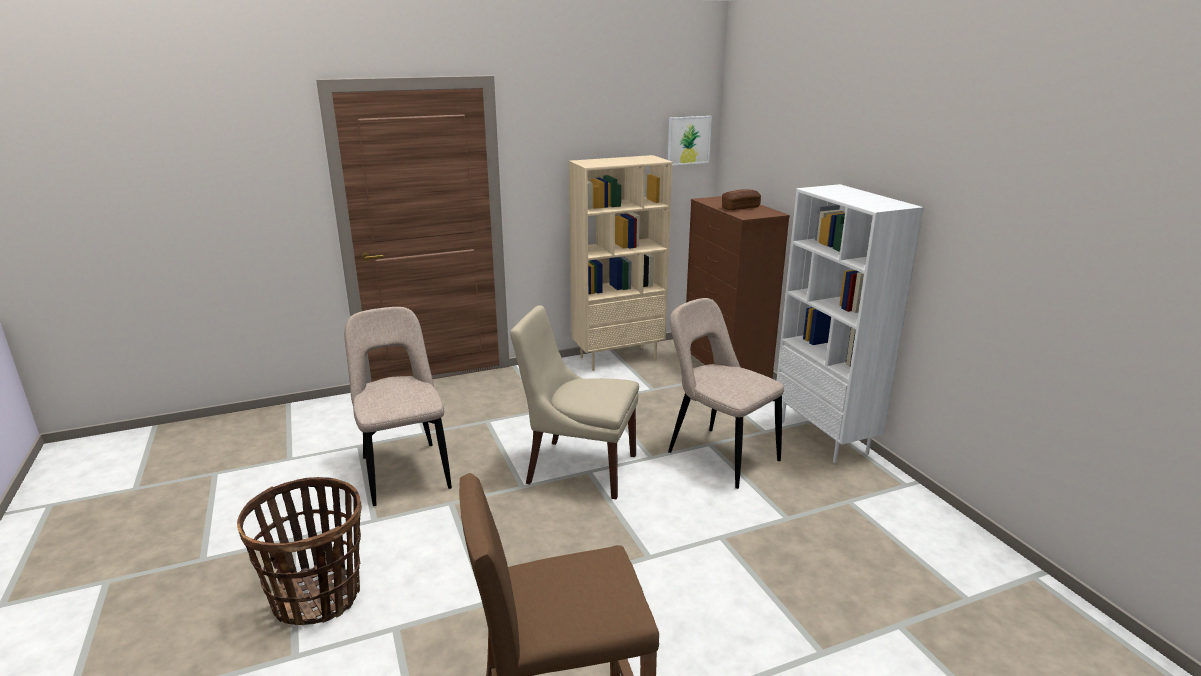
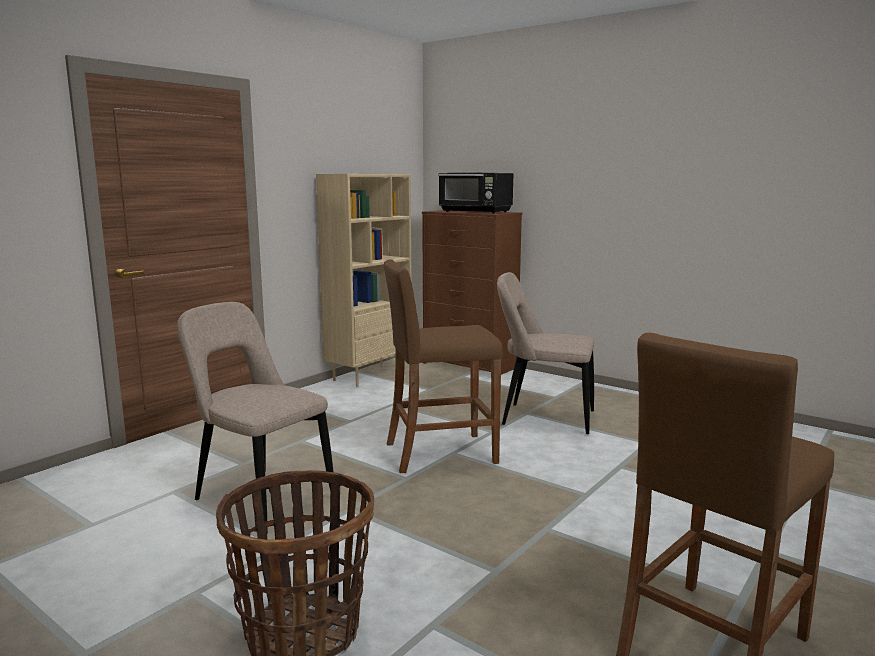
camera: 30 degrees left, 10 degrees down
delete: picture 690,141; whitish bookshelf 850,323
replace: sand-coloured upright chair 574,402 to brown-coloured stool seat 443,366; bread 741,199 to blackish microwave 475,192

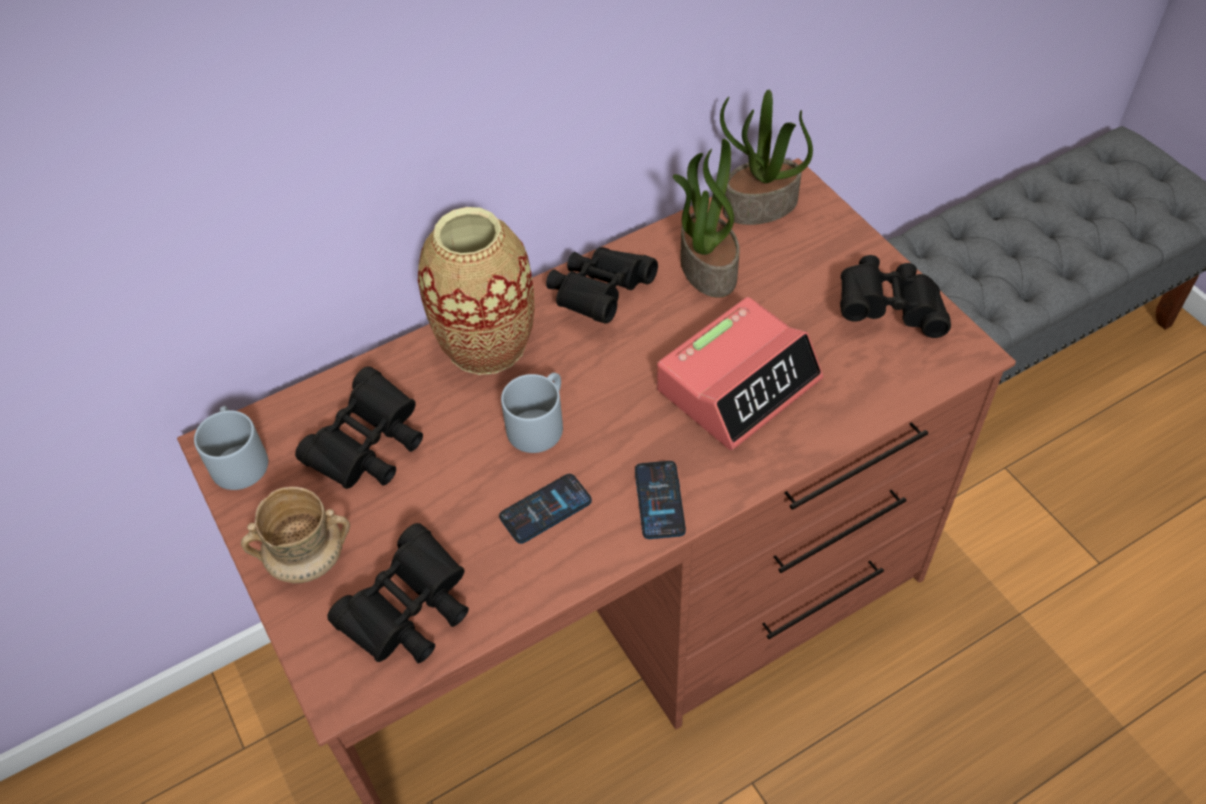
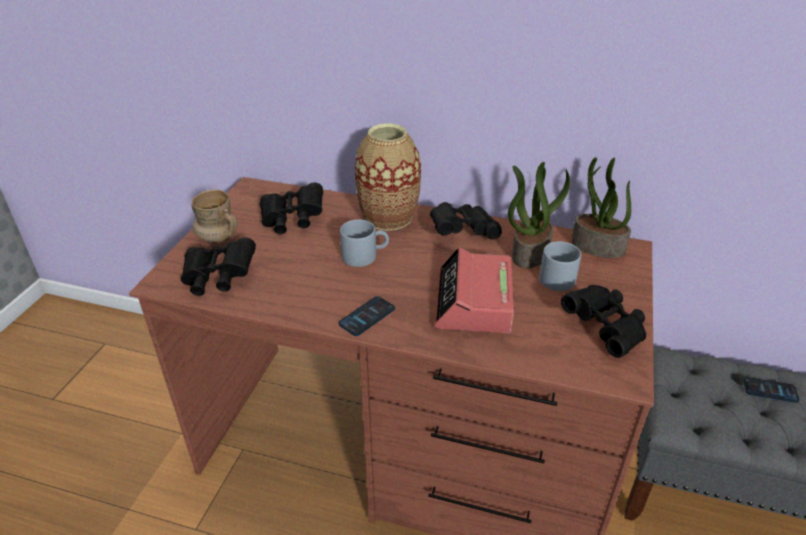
camera: 45 degrees right, 15 degrees down
move: gray mug 231,448 to 560,266; phone 545,509 to 771,390
rotate: bedside clock 740,373 = 474,290 90 degrees clockwise

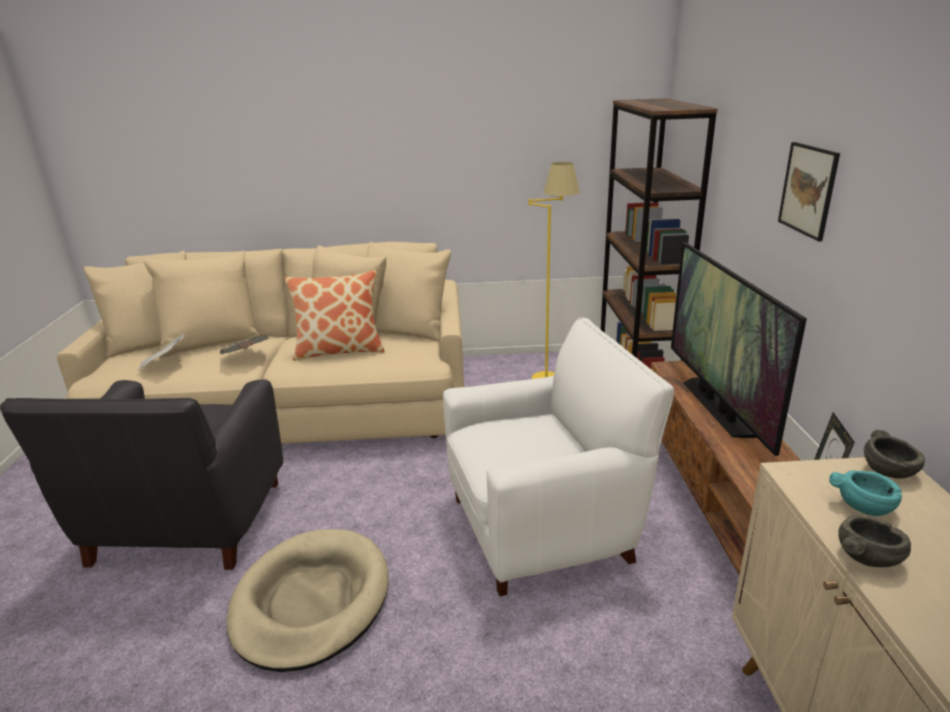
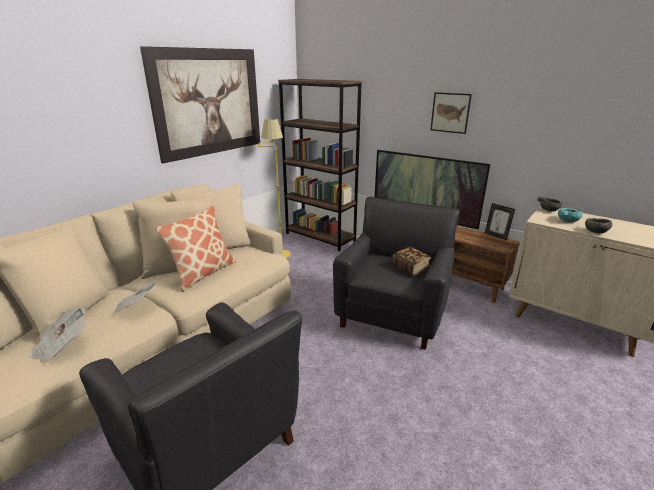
camera: 50 degrees left, 0 degrees up
delete: sand-coloured dog cushion 308,600
insert: picture 200,104; volume 411,261
recolor: whitish easy chair 558,457 to blackish easy chair 396,273

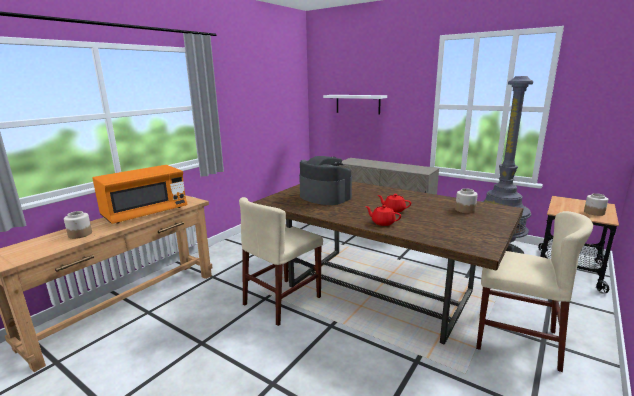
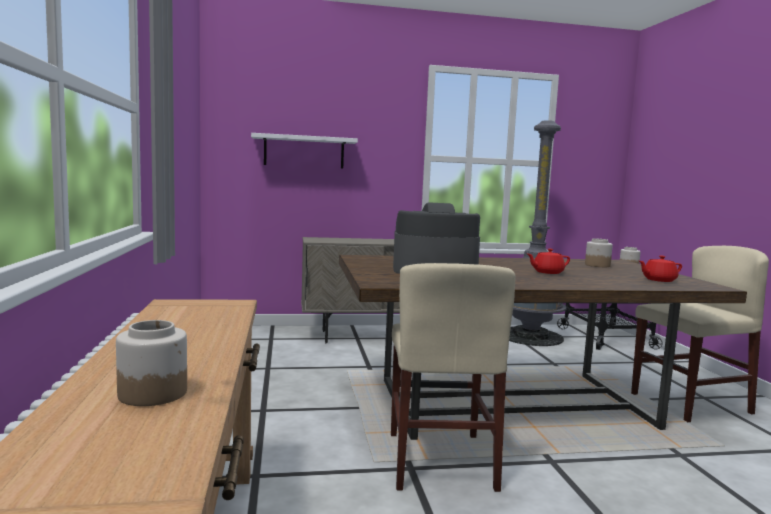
camera: 45 degrees left, 10 degrees down
delete: orange-coloured microwave 140,194
move: red-coloured pot for tea 383,215 to 660,269

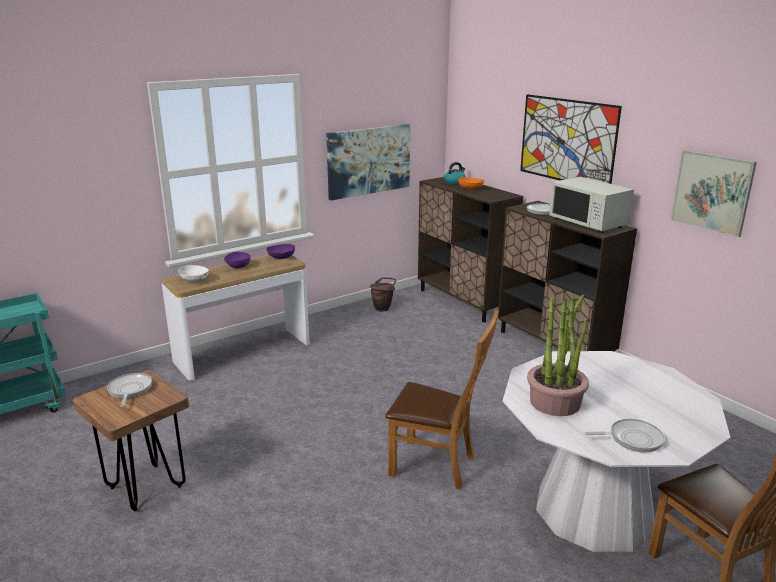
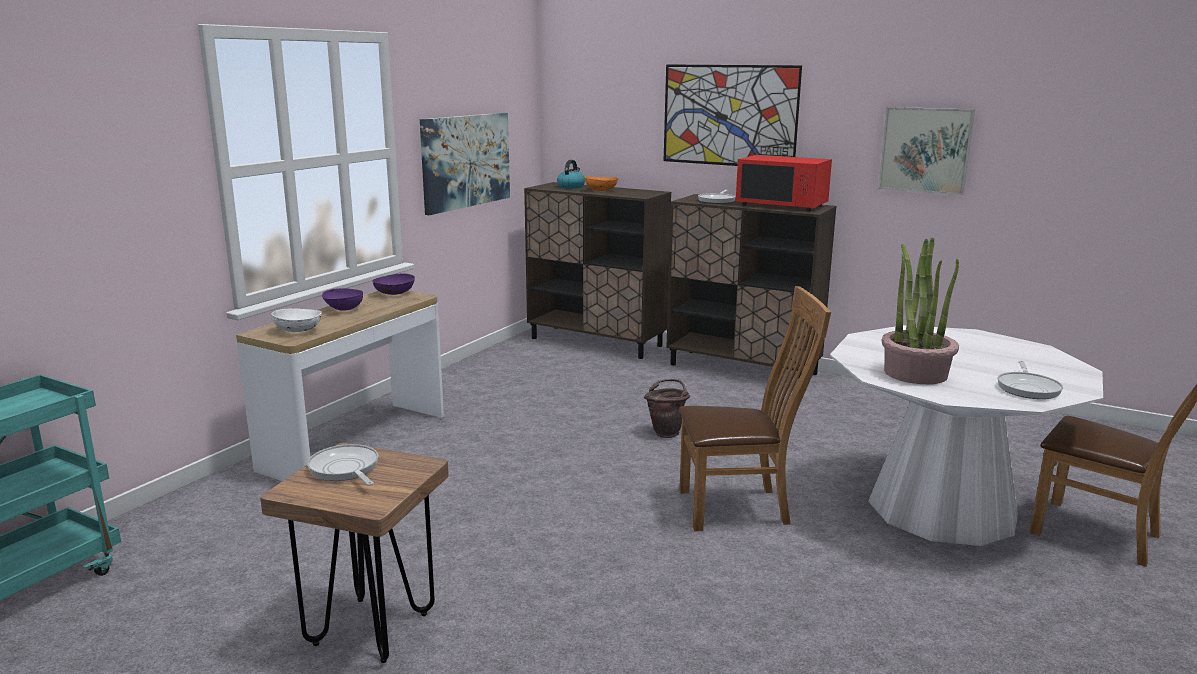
camera: 25 degrees left, 5 degrees down
move: brown-coloured water bucket 383,294 to 667,408
recolor: whitish microwave 591,205 to red-coloured microwave 784,183
rotate: skillet 625,436 = 1030,380 135 degrees clockwise

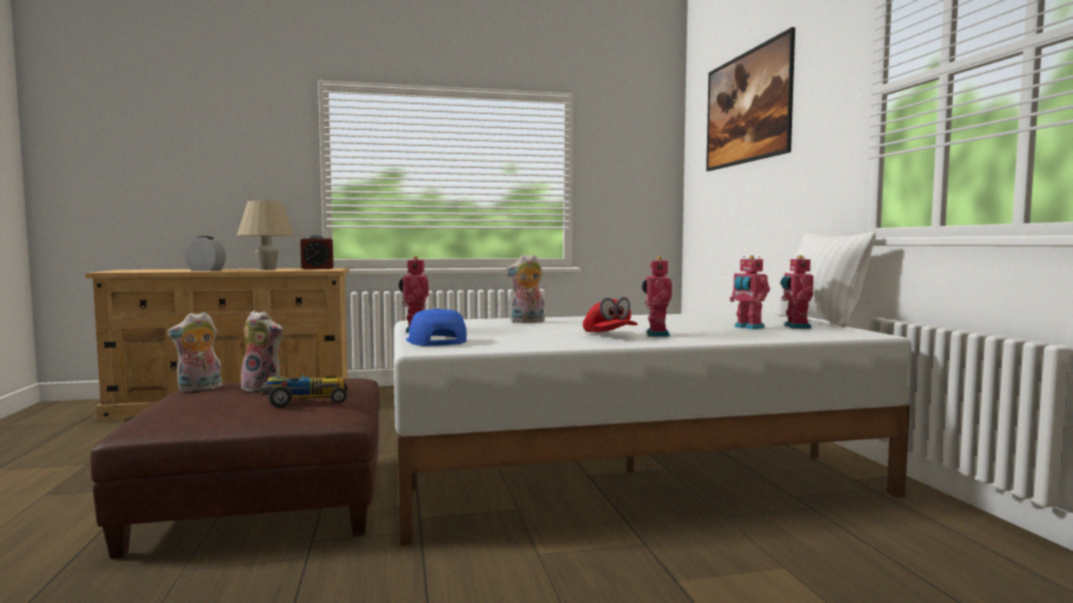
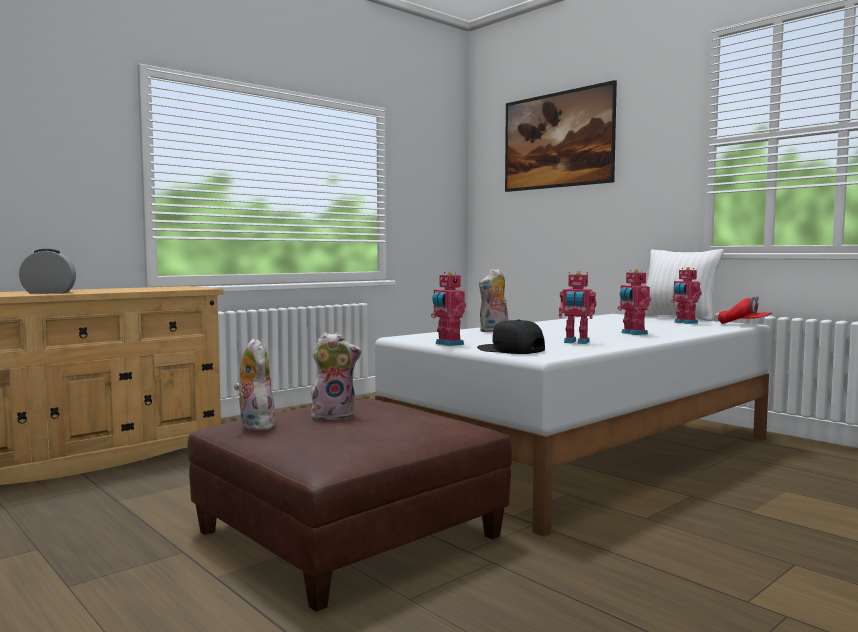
camera: 30 degrees left, 0 degrees up
delete: sand-coloured lamp for a table 266,235; model car 304,391; bedside clock 316,252
move: red-coloured baseball cap 610,314 to 745,310; toy robot 750,292 to 577,307
recolor: bluish baseball cap 436,327 to blackish baseball cap 511,336
rotate: cuddly toy 194,352 = 255,384 120 degrees clockwise

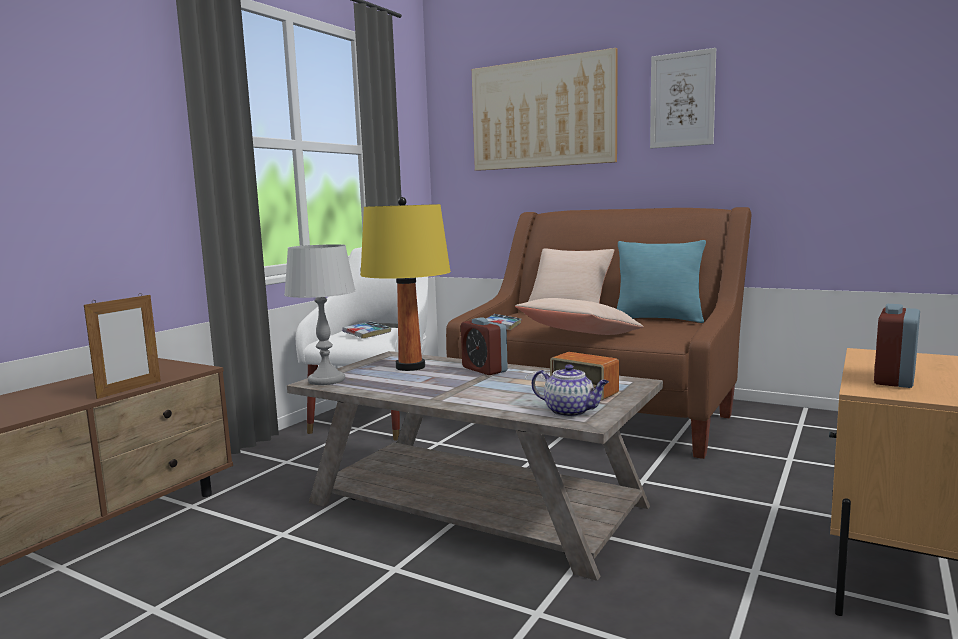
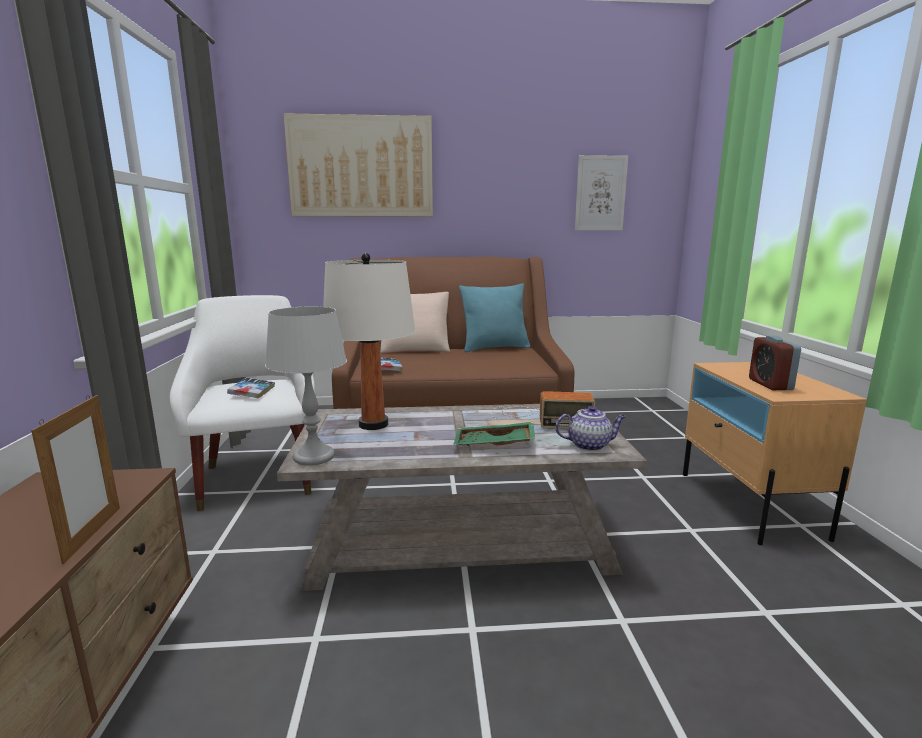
camera: 35 degrees left, 5 degrees up
delete: bedside clock 484,346; sand-coloured pillow 579,316
insert: greenish tray 494,434
move: picture 683,98 to 601,192
recolor: yellow-coloured lamp for a table 405,284 to whitish lamp for a table 369,341

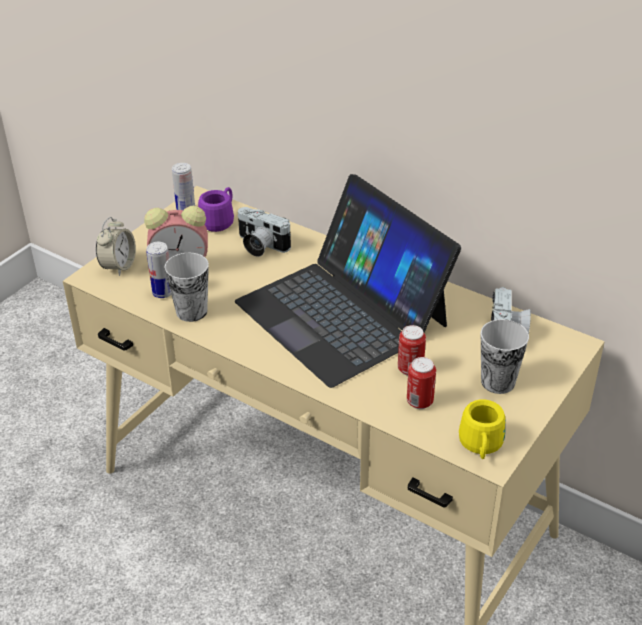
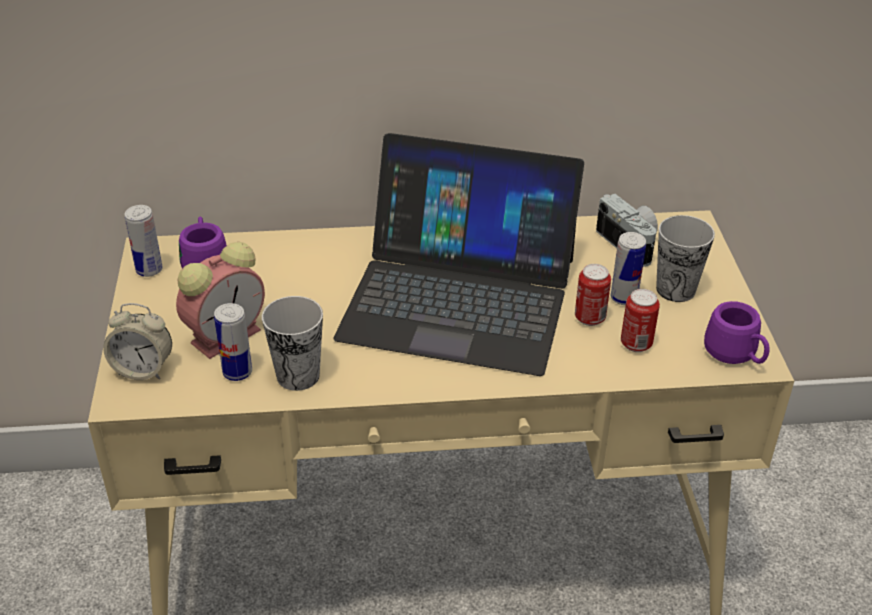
camera: 40 degrees left, 0 degrees up
delete: still camera 264,232
insert: can 628,268
recolor: yellow-coloured mug 482,429 to purplish mug 737,332
rotate: bedside clock 116,246 = 137,341 120 degrees clockwise

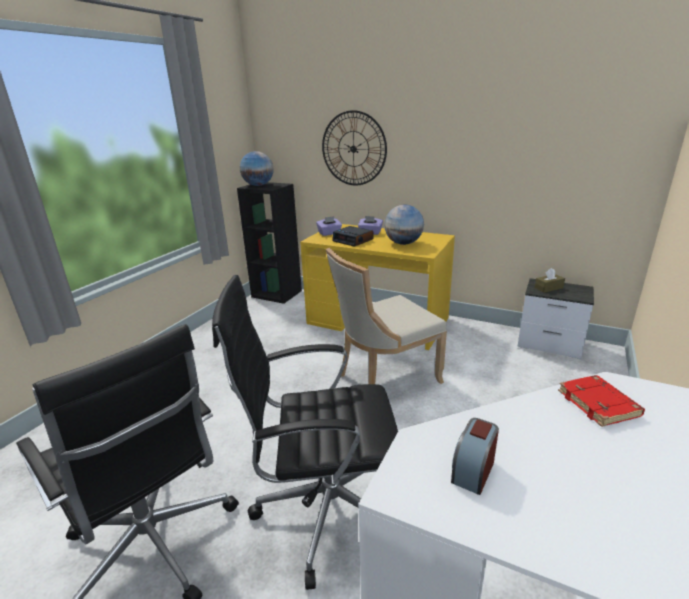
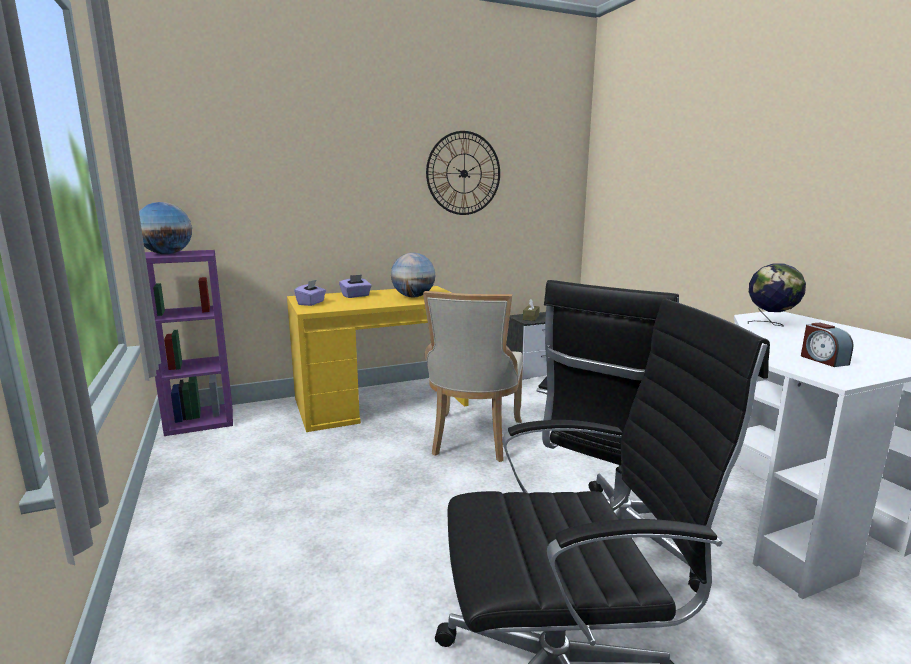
camera: 50 degrees left, 10 degrees down
delete: bedside clock 352,236
move: hanging clock 354,147 to 463,173
replace: red-coloured volume 601,401 to globe 777,295
recolor: blackish bookshelf 269,243 to purplish bookshelf 189,343

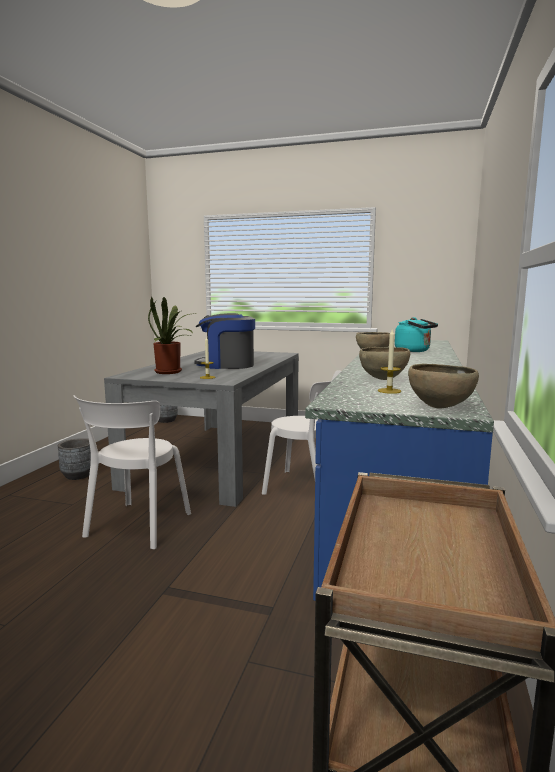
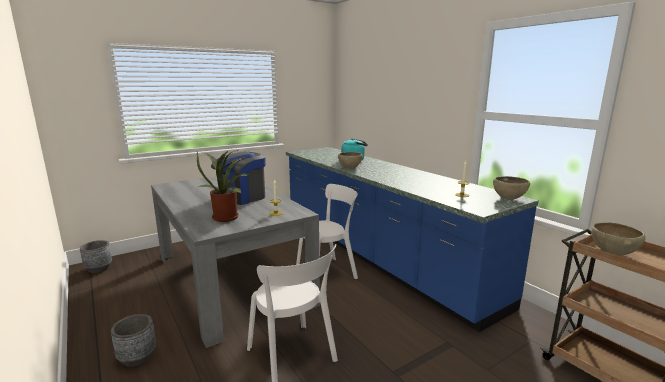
camera: 50 degrees left, 5 degrees up
move: brown-coloured serving bowl 384,363 to 618,239

